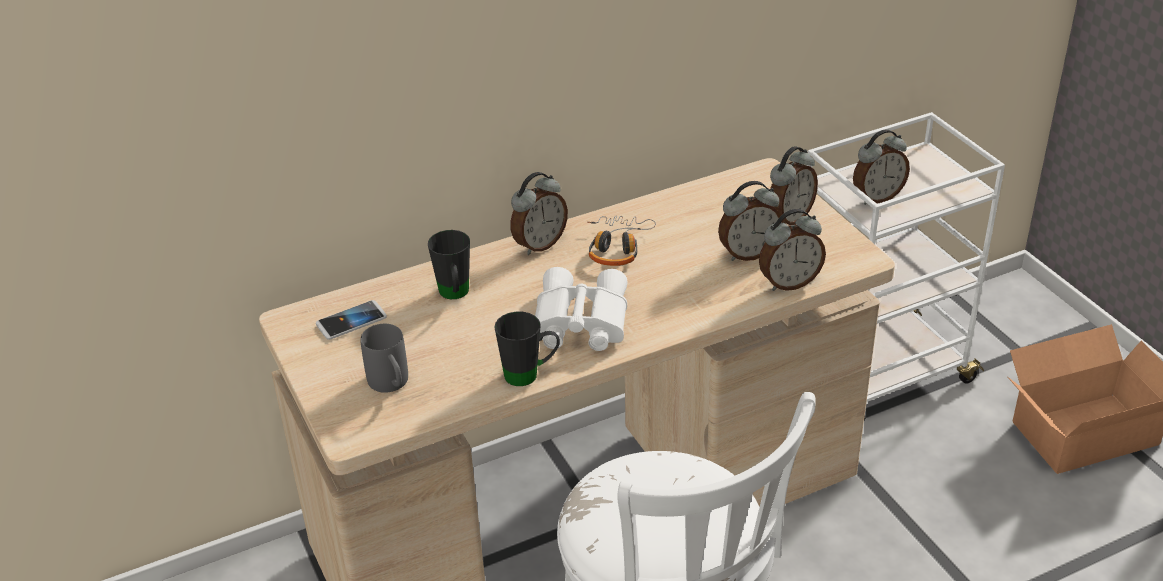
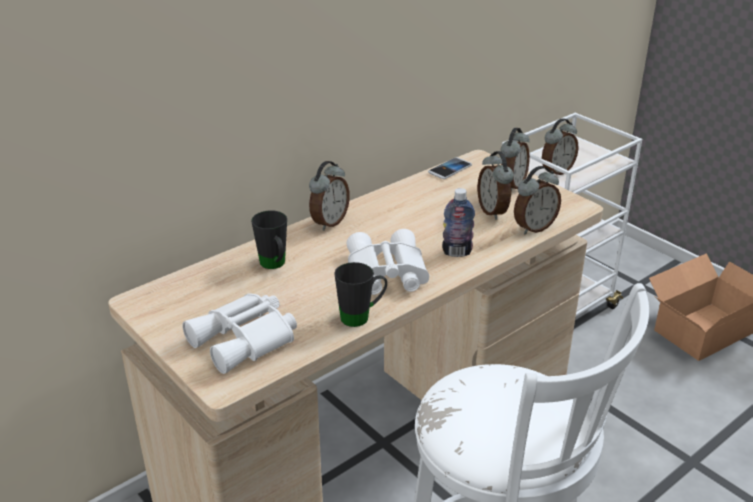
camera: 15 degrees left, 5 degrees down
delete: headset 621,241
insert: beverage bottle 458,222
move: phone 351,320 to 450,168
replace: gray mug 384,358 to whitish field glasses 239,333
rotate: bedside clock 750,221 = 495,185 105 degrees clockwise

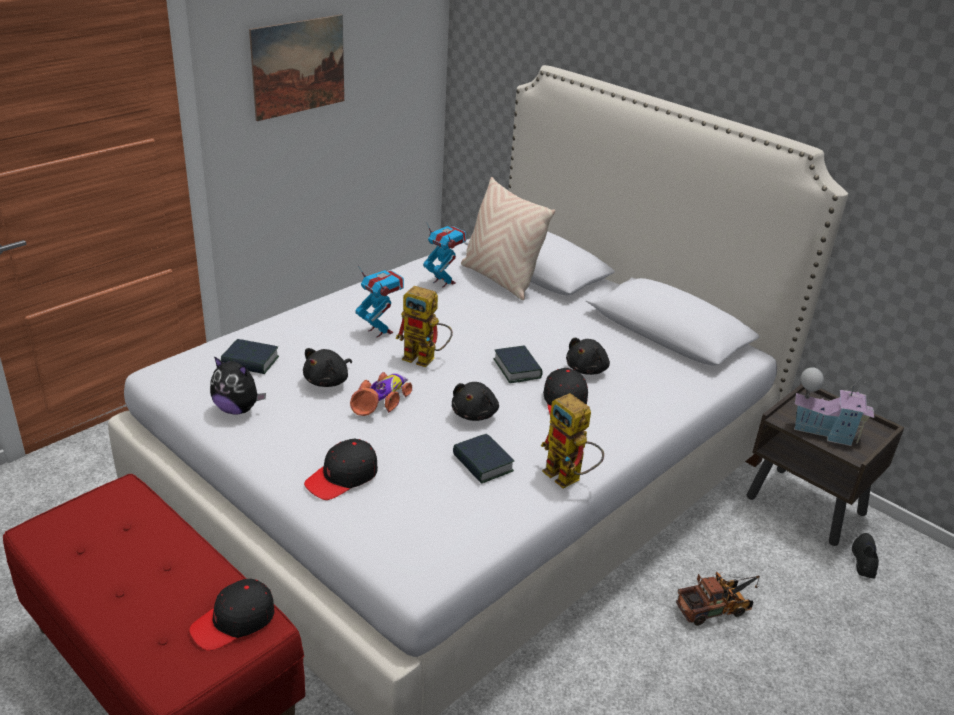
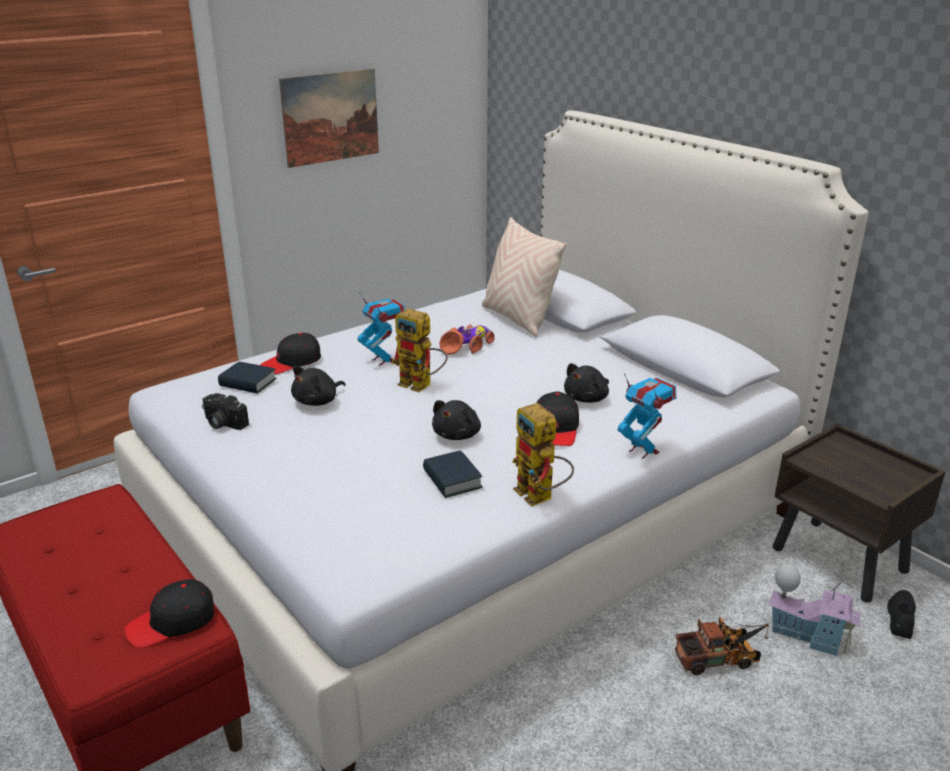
camera: 10 degrees right, 5 degrees down
delete: volume 518,364
move: blackish baseball cap 341,469 to 290,353; model car 381,394 to 467,340; toy robot 444,255 to 647,416; model house 834,406 to 815,610
replace: cuddly toy 238,385 to still camera 225,411

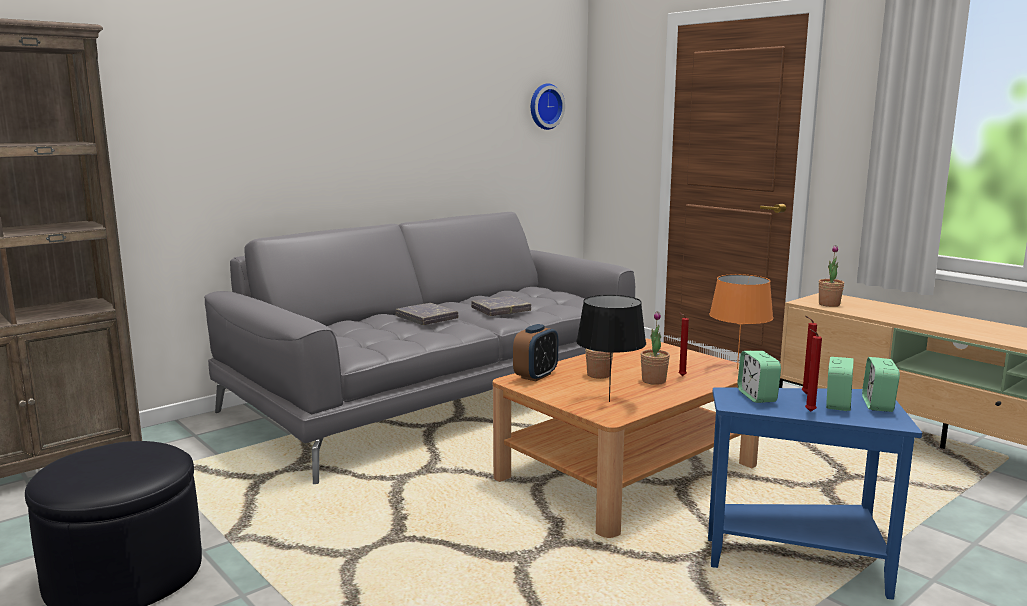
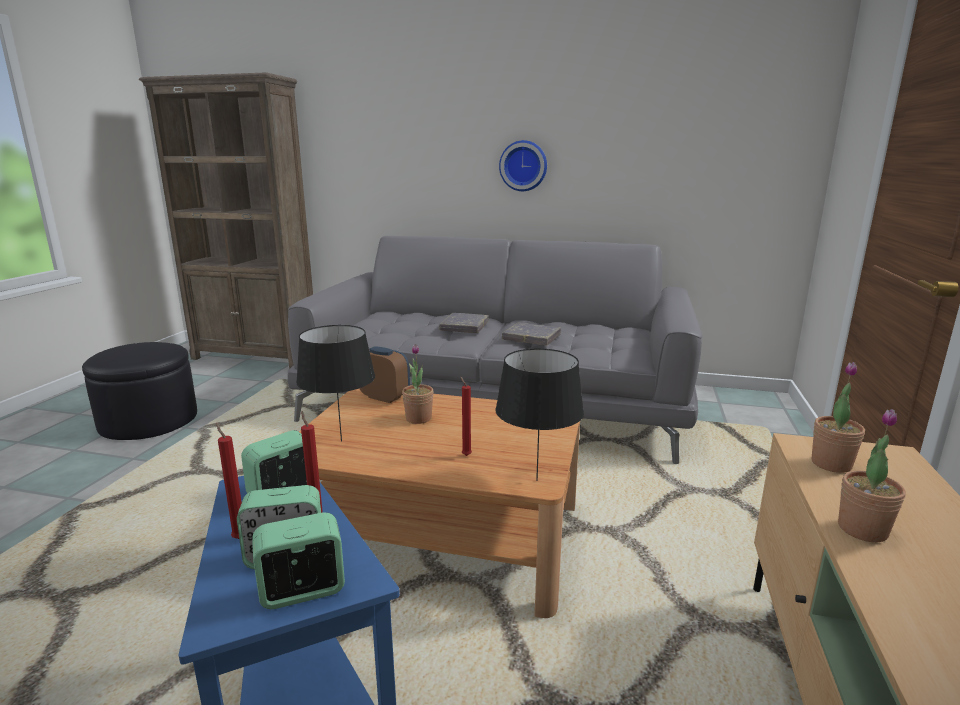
camera: 55 degrees right, 5 degrees up
move: hanging clock 548,106 to 523,165; houseplant 655,348 to 872,475
recolor: orange-coloured lamp for a table 741,322 to blackish lamp for a table 539,414
rotate: bedside clock 535,352 = 384,374 150 degrees counterclockwise

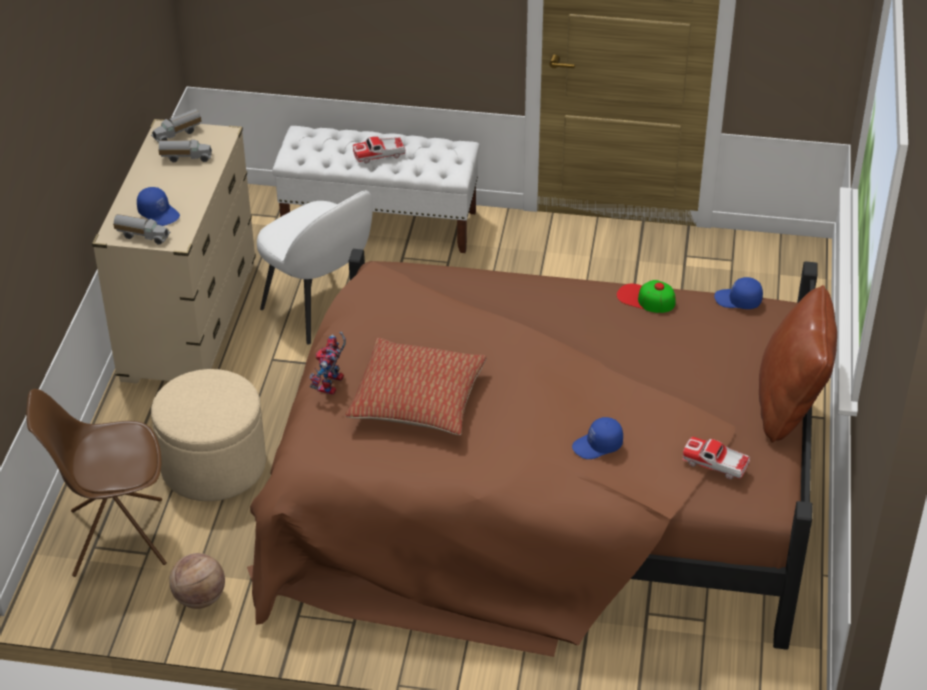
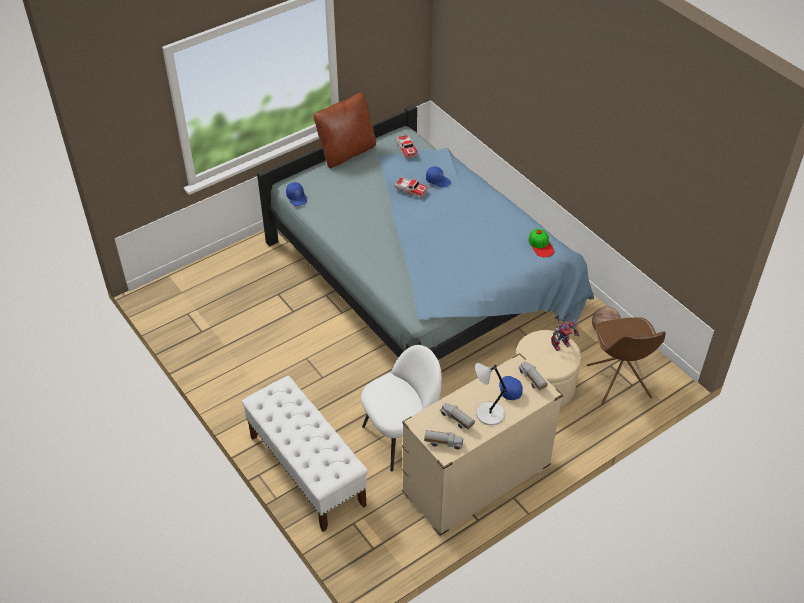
camera: 135 degrees left, 5 degrees up
delete: pillow 416,386
insert: gray lamp for a table 490,394
move: toy robot 327,363 to 565,332; model car 379,149 to 411,187; baseball cap 646,296 to 542,243
recolor: brown-coloured sleeping bed 532,453 to bluish sleeping bed 425,232
rotate: brown-coloured upright chair 96,483 = 626,361 45 degrees clockwise; whitish upright chair 315,267 = 401,408 60 degrees clockwise

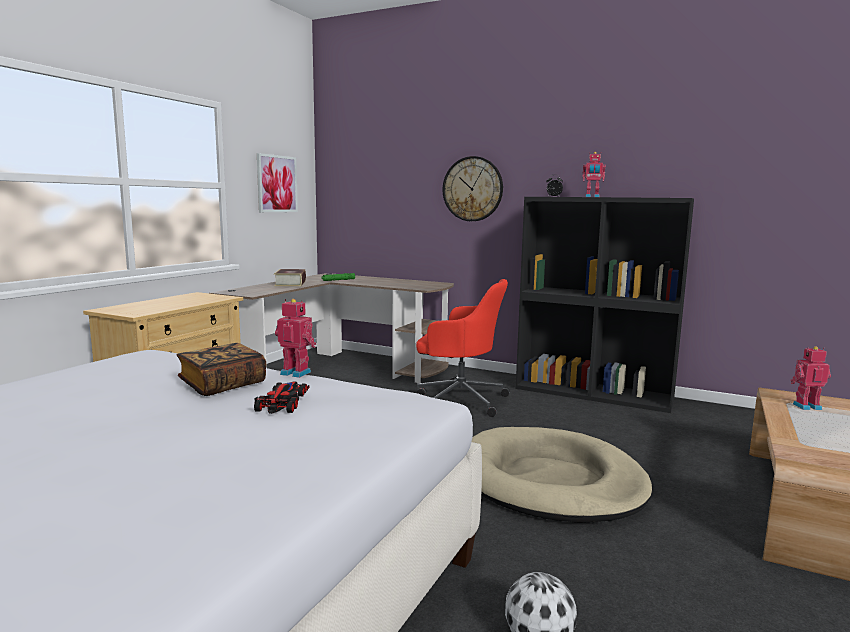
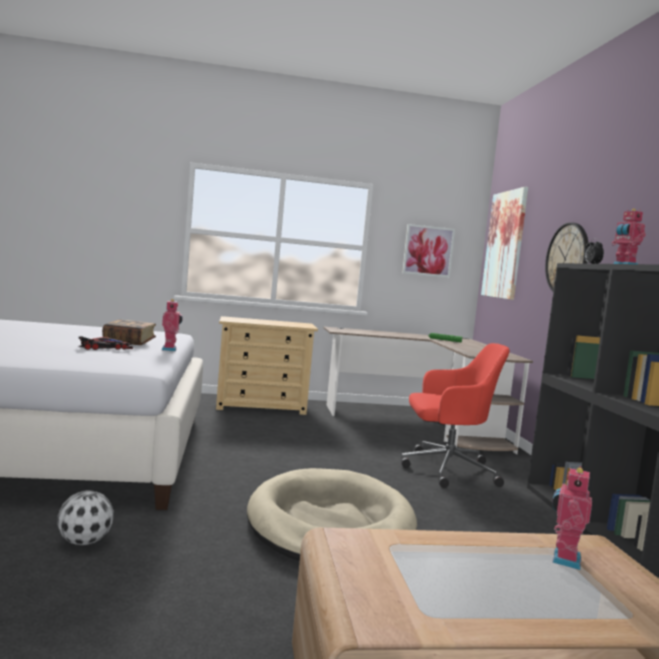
camera: 55 degrees right, 5 degrees down
delete: volume 290,277
insert: picture 504,243
rotate: red-coloured office chair 463,348 = 455,415 75 degrees counterclockwise; toy robot 810,378 = 572,518 120 degrees counterclockwise

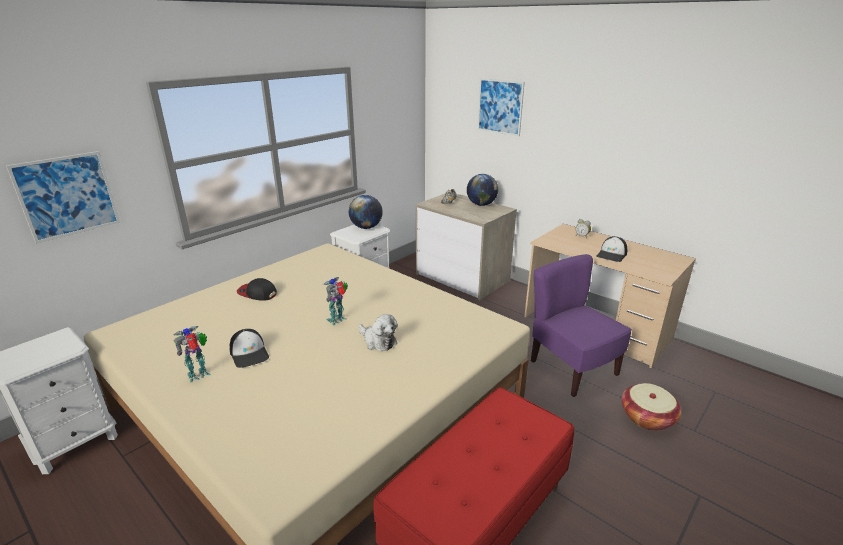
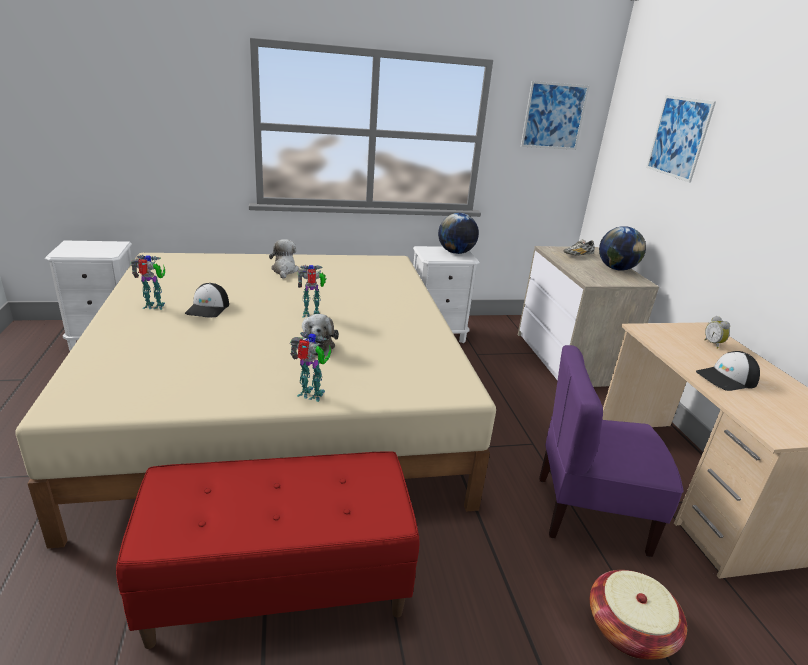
camera: 35 degrees right, 0 degrees up
insert: toy robot 310,367
move: picture 63,197 to 555,115
replace: baseball cap 257,289 to cuddly toy 284,259
rotate: purplish upright chair 581,325 = 611,451 90 degrees counterclockwise

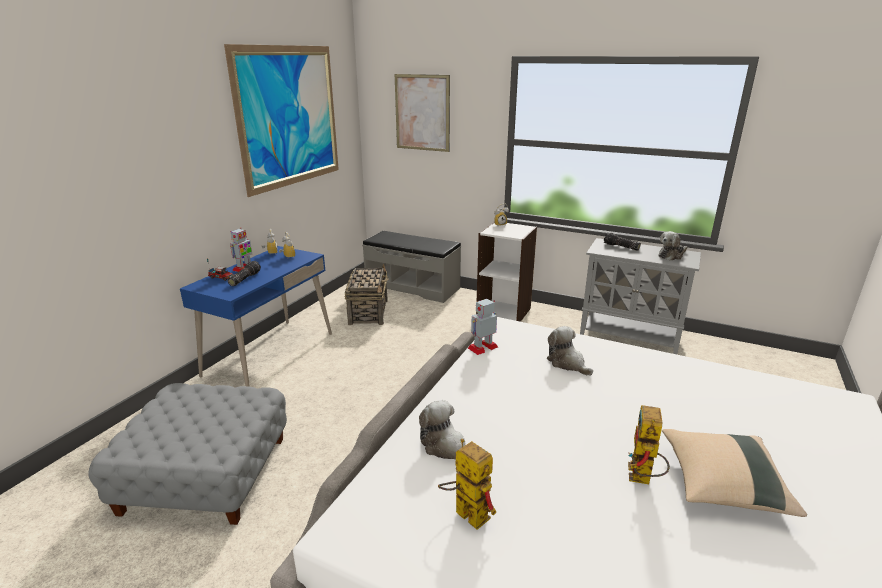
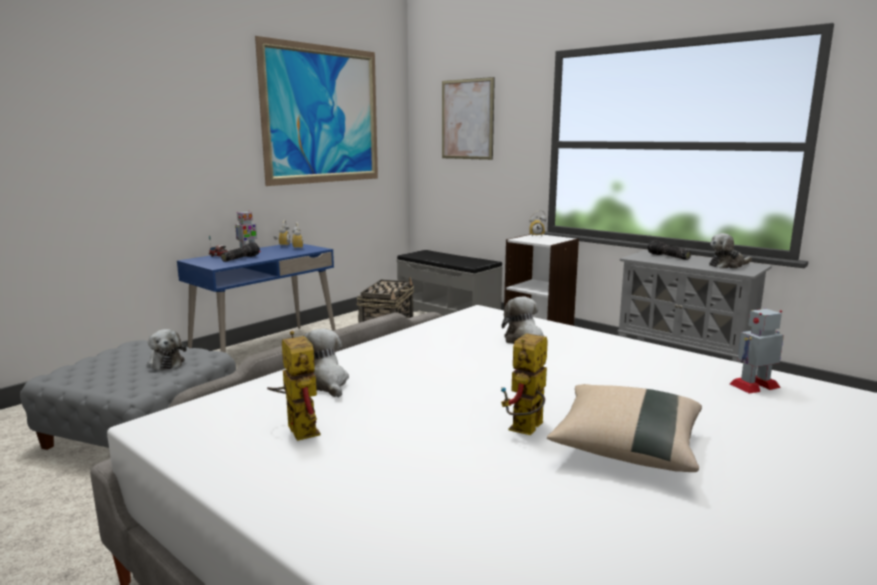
camera: 15 degrees right, 10 degrees down
insert: cuddly toy 167,349
move: toy robot 483,327 to 757,351

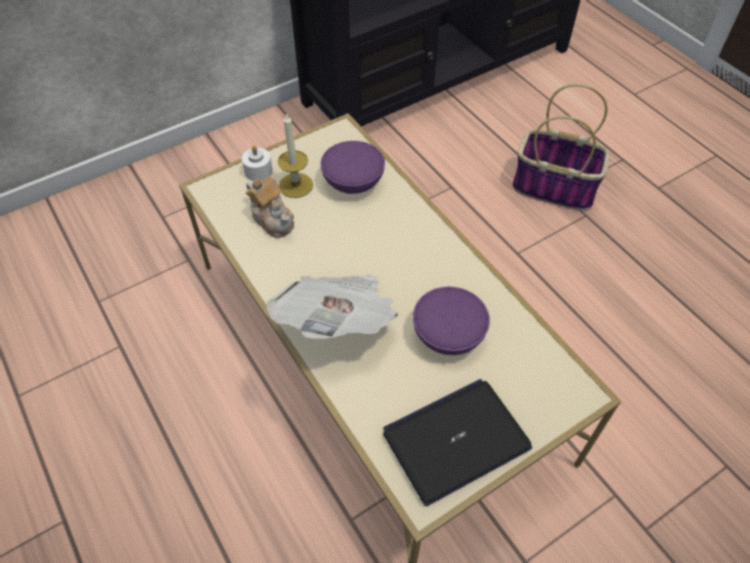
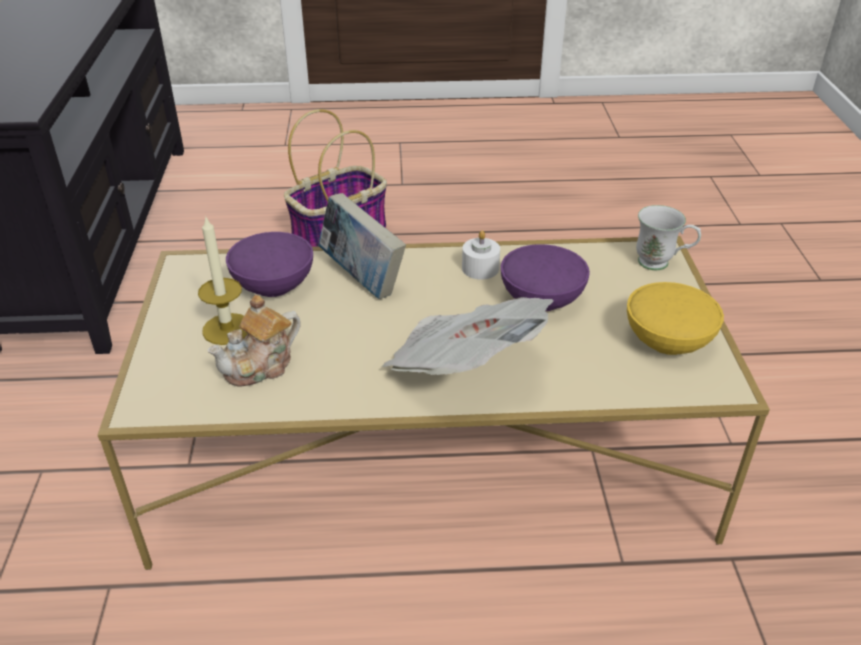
camera: 60 degrees left, 15 degrees down
insert: volume 362,246; whitish mug 668,237
move: whitish candle 257,163 to 481,255
replace: notebook computer 457,442 to yellow-coloured serving bowl 675,318
rotate: pot for tea 270,207 = 254,341 150 degrees clockwise

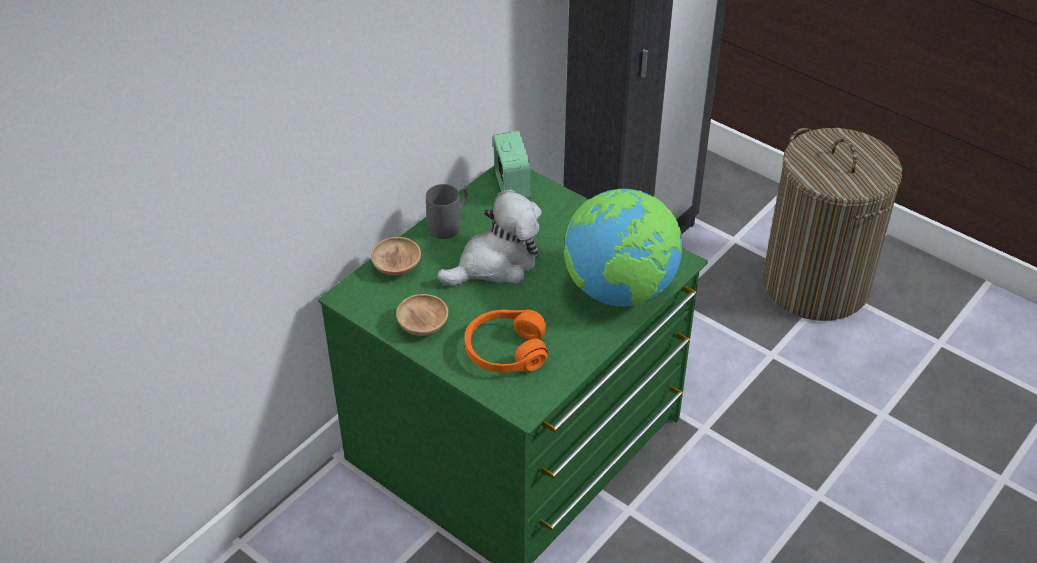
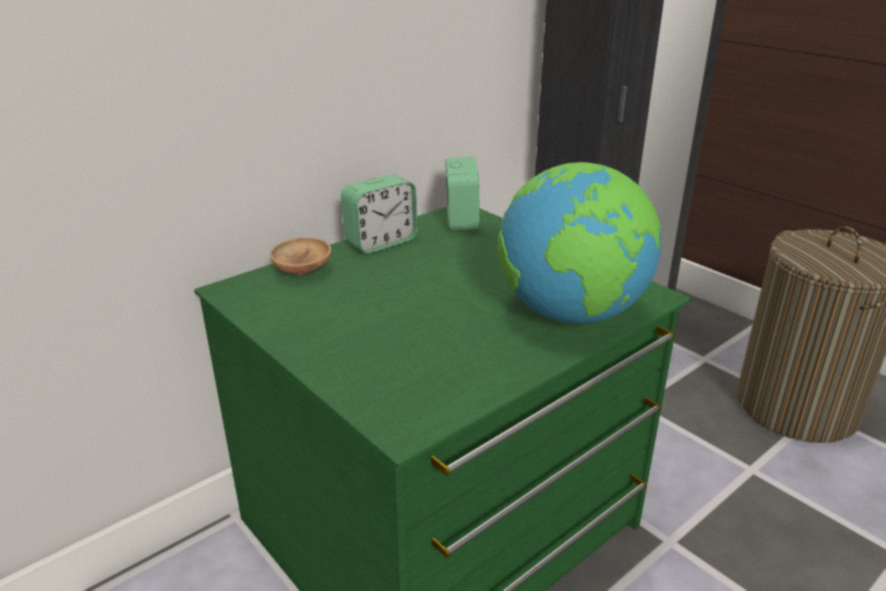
camera: 10 degrees right, 15 degrees down
delete: brown-coloured serving bowl 422,315; cuddly toy 489,238; orange-coloured headset 506,341
replace: gray mug 446,211 to bedside clock 379,213

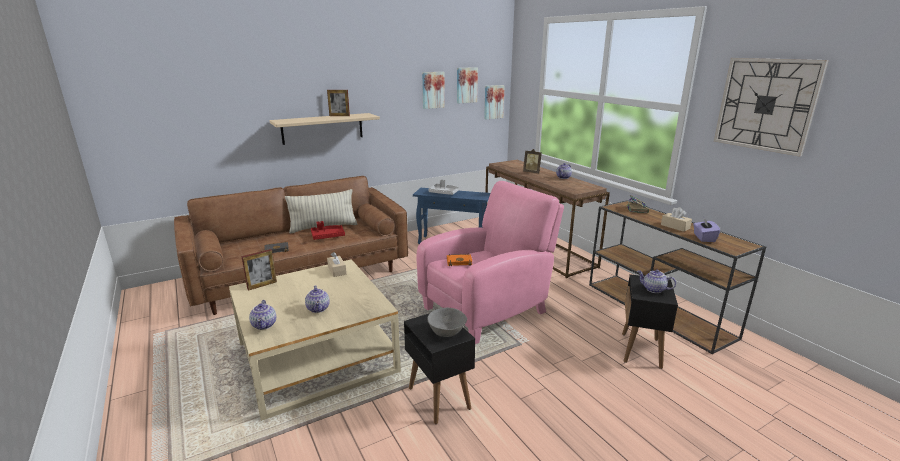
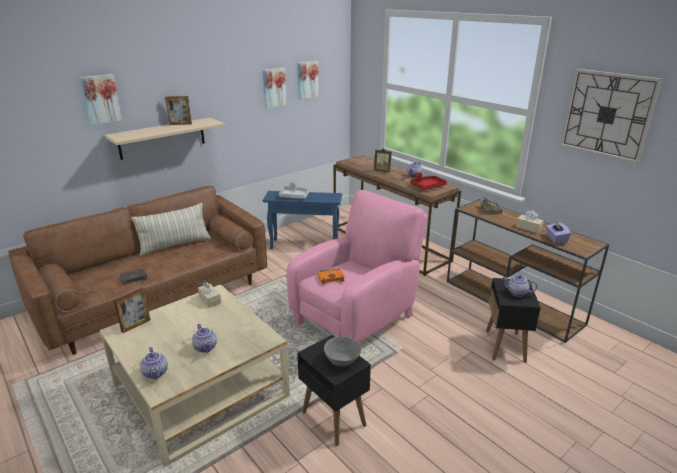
camera: 10 degrees left, 5 degrees up
move: red-coloured tray 328,230 to 428,181; picture 494,102 to 101,99

